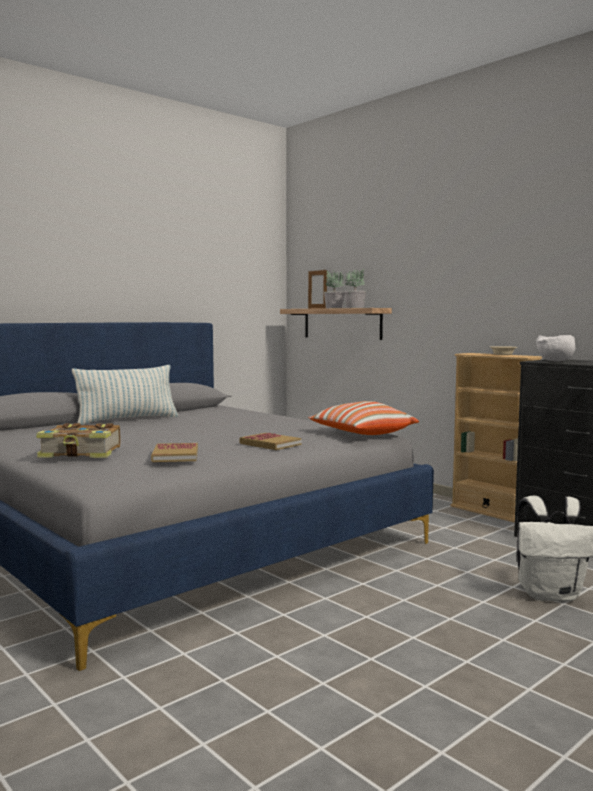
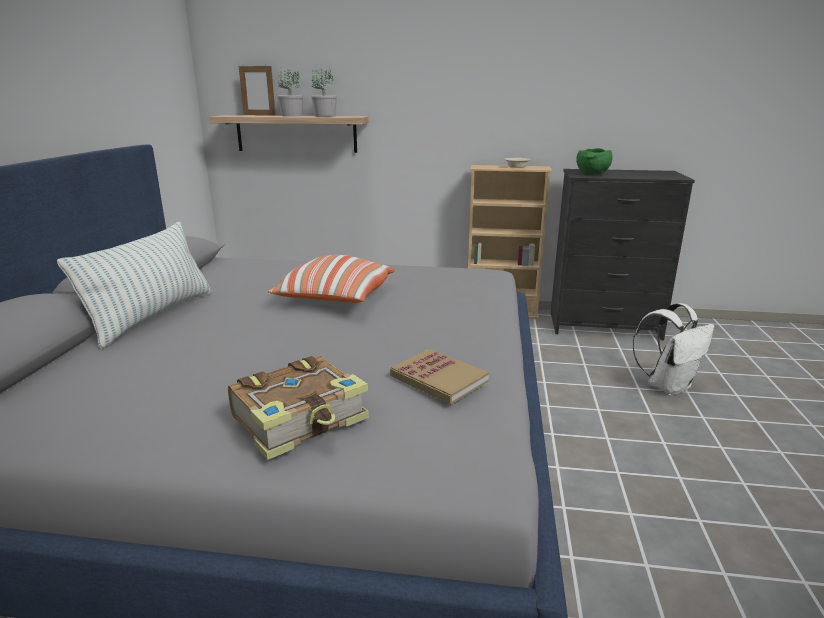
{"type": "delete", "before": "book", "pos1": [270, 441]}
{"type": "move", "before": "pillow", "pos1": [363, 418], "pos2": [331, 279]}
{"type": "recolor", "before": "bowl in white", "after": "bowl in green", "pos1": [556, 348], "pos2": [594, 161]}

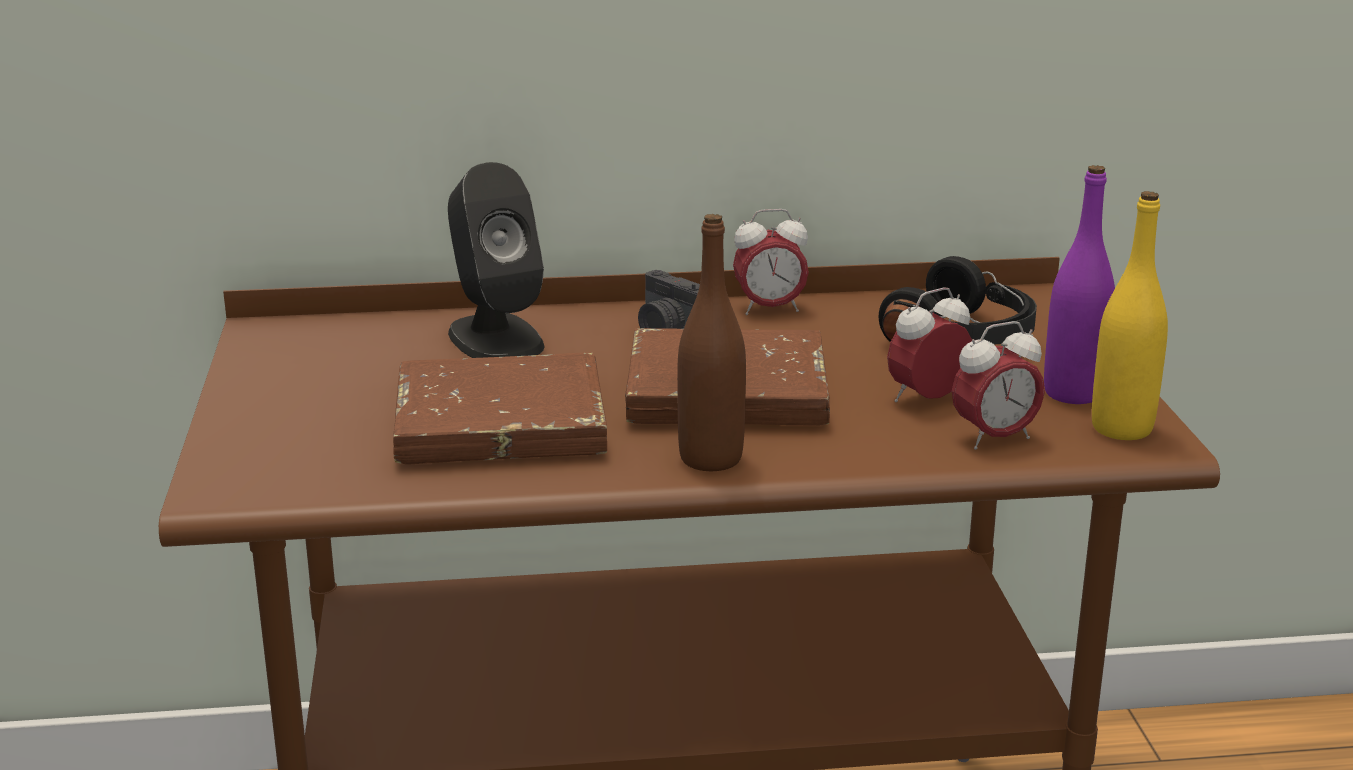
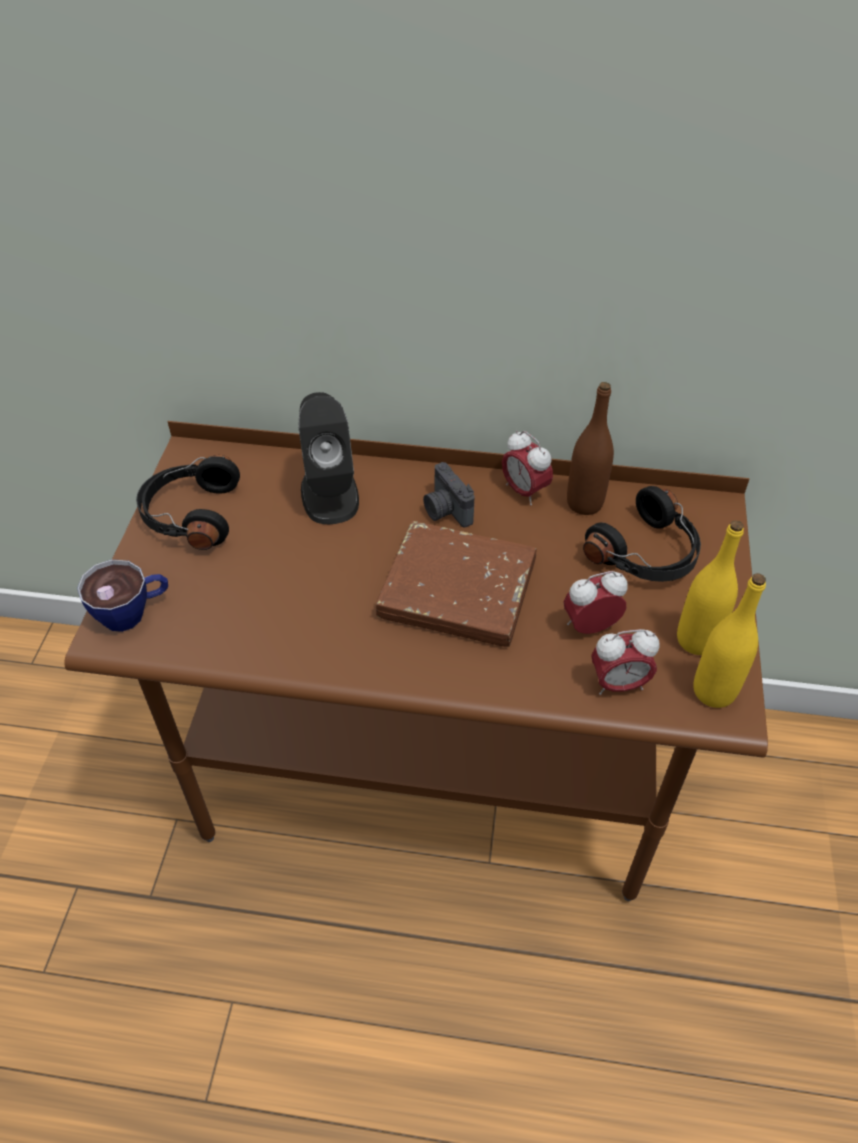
{"type": "delete", "before": "book in brown", "pos1": [500, 408]}
{"type": "move", "before": "bottle in brown", "pos1": [711, 342], "pos2": [590, 448]}
{"type": "rotate", "before": "alarm clock", "pos1": [771, 262], "pos2": [527, 468], "turn": 45}
{"type": "recolor", "before": "bottle in purple", "after": "bottle in yellow", "pos1": [1079, 284], "pos2": [710, 587]}
{"type": "insert", "after": "cup", "pos2": [122, 595]}
{"type": "insert", "after": "headphones in black", "pos2": [188, 502]}

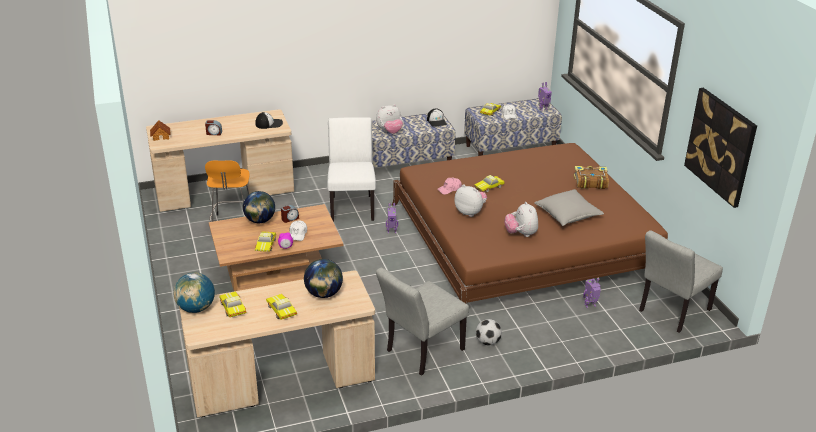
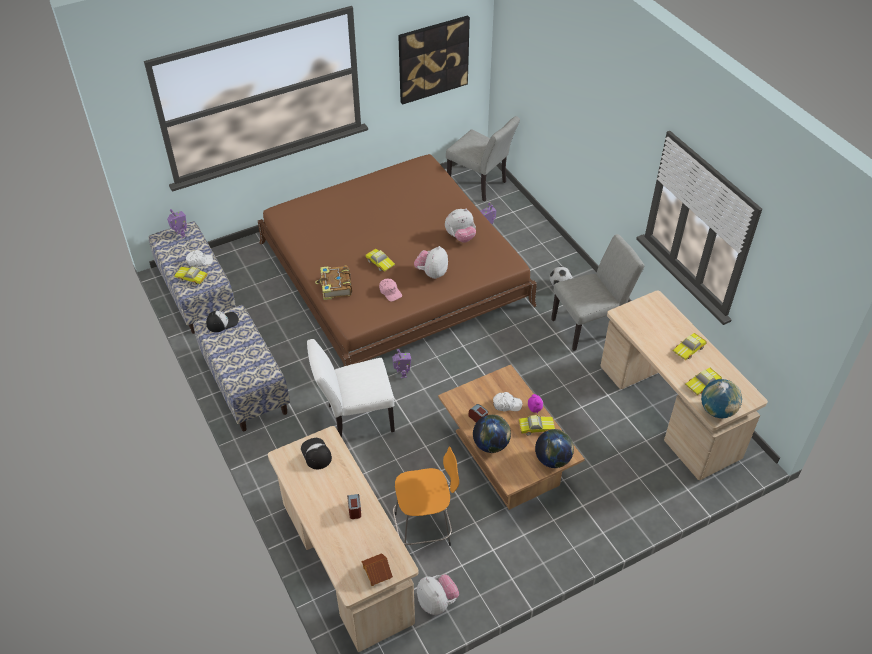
{"type": "move", "before": "globe", "pos1": [323, 278], "pos2": [554, 448]}
{"type": "move", "before": "plush toy", "pos1": [389, 119], "pos2": [438, 594]}
{"type": "rotate", "before": "chair in grey", "pos1": [422, 321], "pos2": [597, 292], "turn": -60}
{"type": "delete", "before": "pillow in grey", "pos1": [569, 207]}
{"type": "move", "before": "book", "pos1": [591, 177], "pos2": [333, 283]}

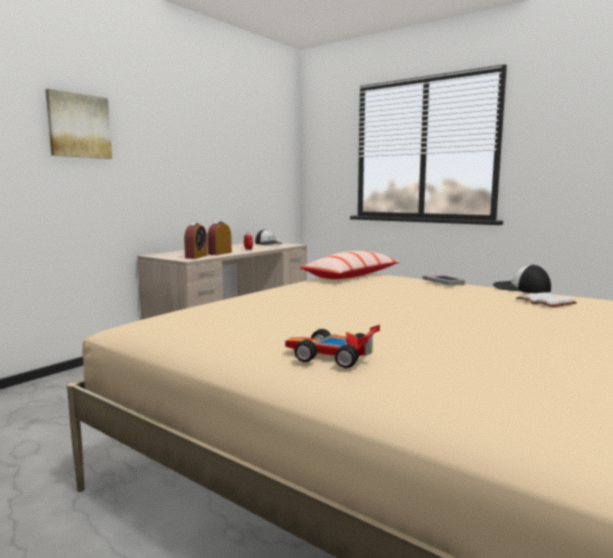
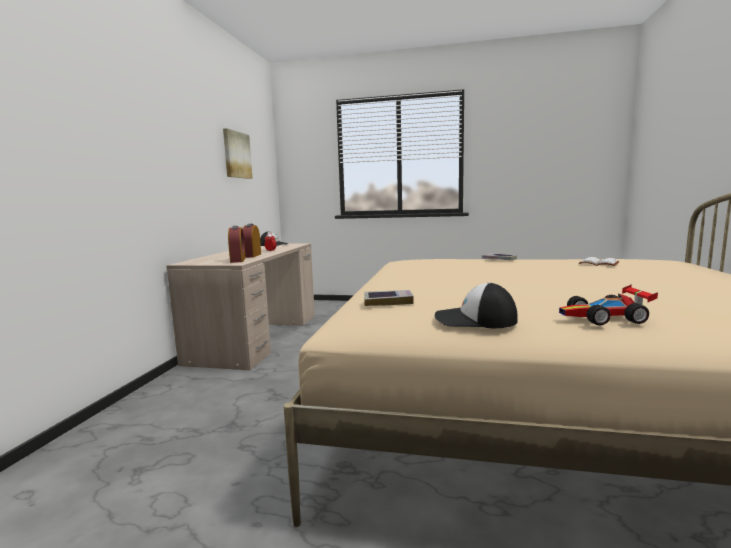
{"type": "move", "before": "picture", "pos1": [78, 124], "pos2": [238, 153]}
{"type": "delete", "before": "pillow", "pos1": [349, 265]}
{"type": "move", "before": "cap", "pos1": [522, 278], "pos2": [476, 305]}
{"type": "insert", "after": "book", "pos2": [389, 298]}

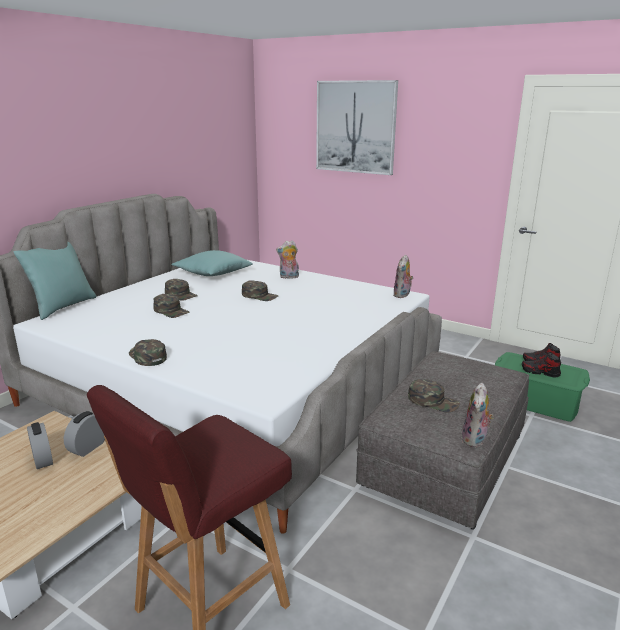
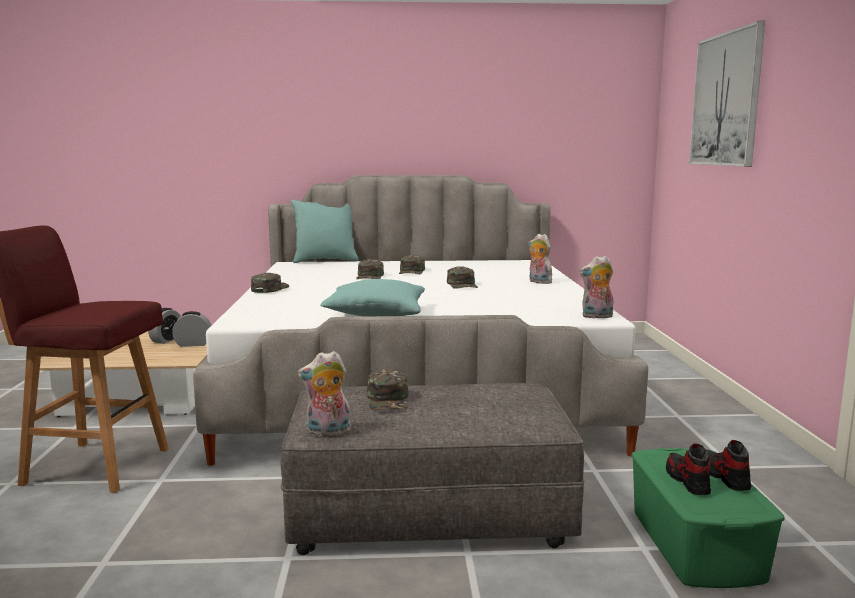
{"type": "move", "before": "pillow in turquoise", "pos1": [212, 263], "pos2": [372, 298]}

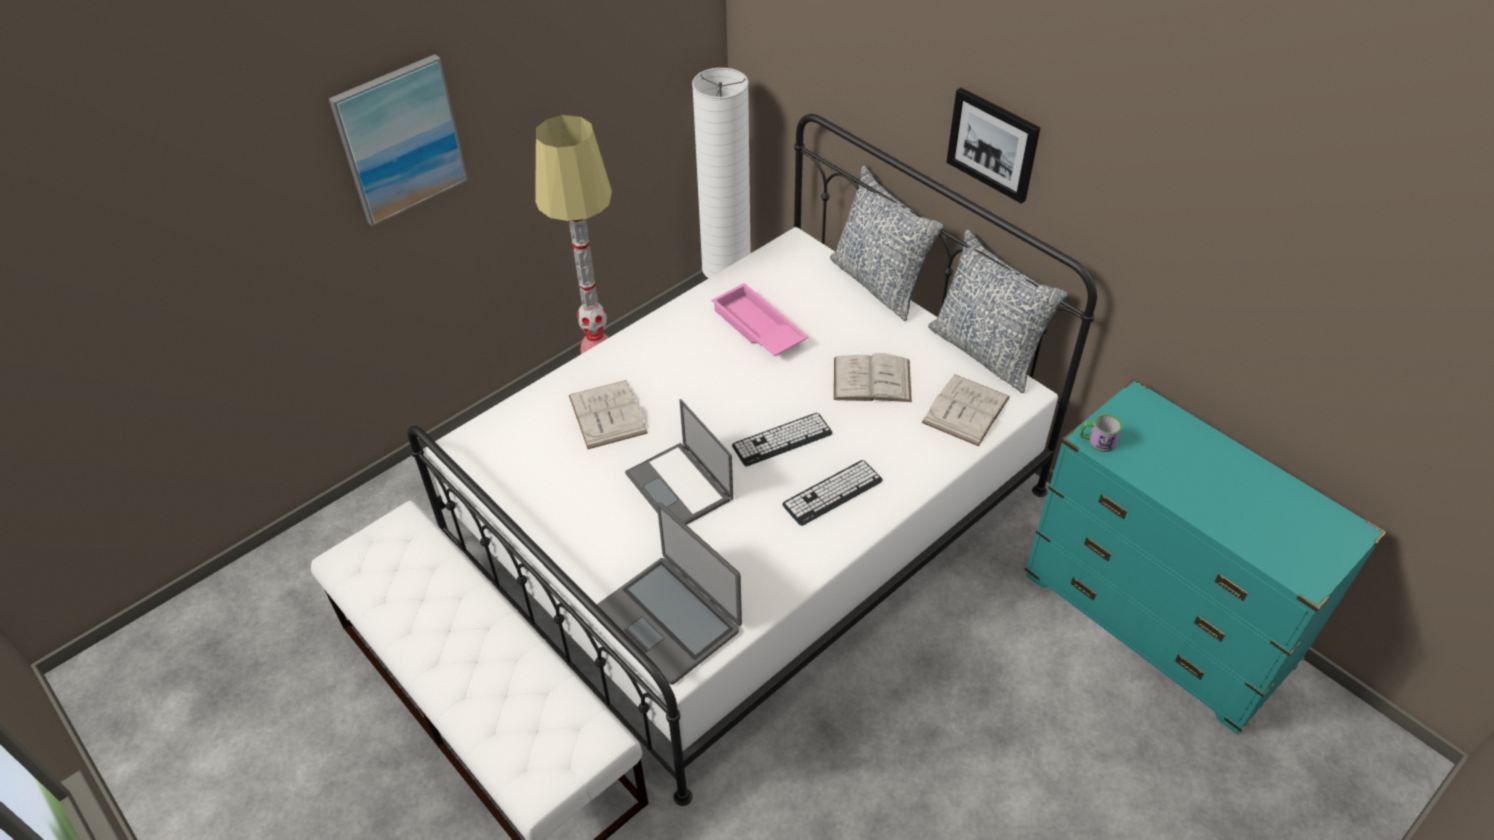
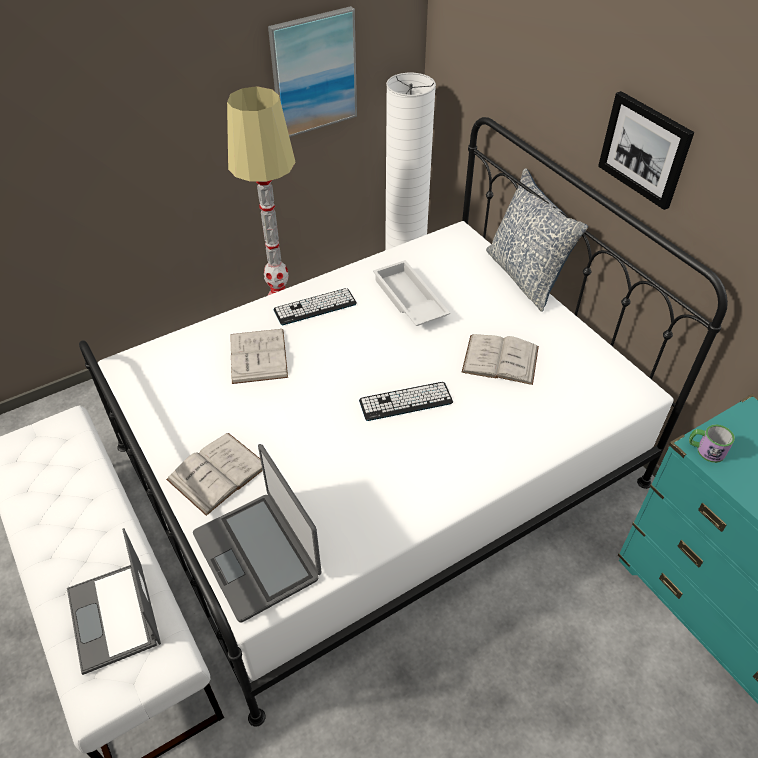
{"type": "move", "before": "picture", "pos1": [398, 140], "pos2": [312, 71]}
{"type": "move", "before": "laptop", "pos1": [679, 462], "pos2": [114, 601]}
{"type": "recolor", "before": "tray in pink", "after": "tray in white", "pos1": [759, 319], "pos2": [411, 293]}
{"type": "move", "before": "keyboard", "pos1": [832, 493], "pos2": [315, 306]}
{"type": "move", "before": "book in white", "pos1": [966, 410], "pos2": [214, 474]}
{"type": "delete", "before": "pillow", "pos1": [998, 311]}

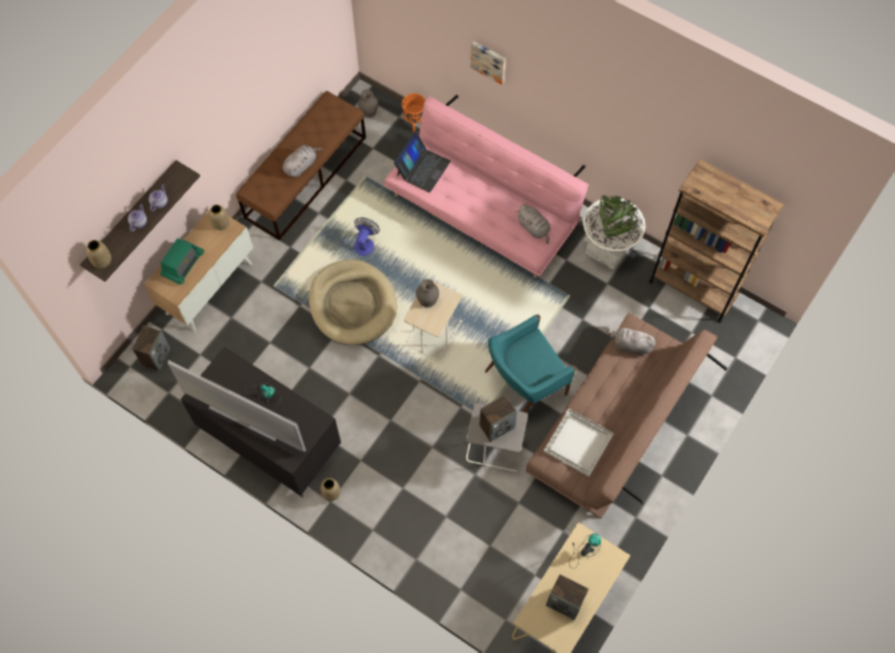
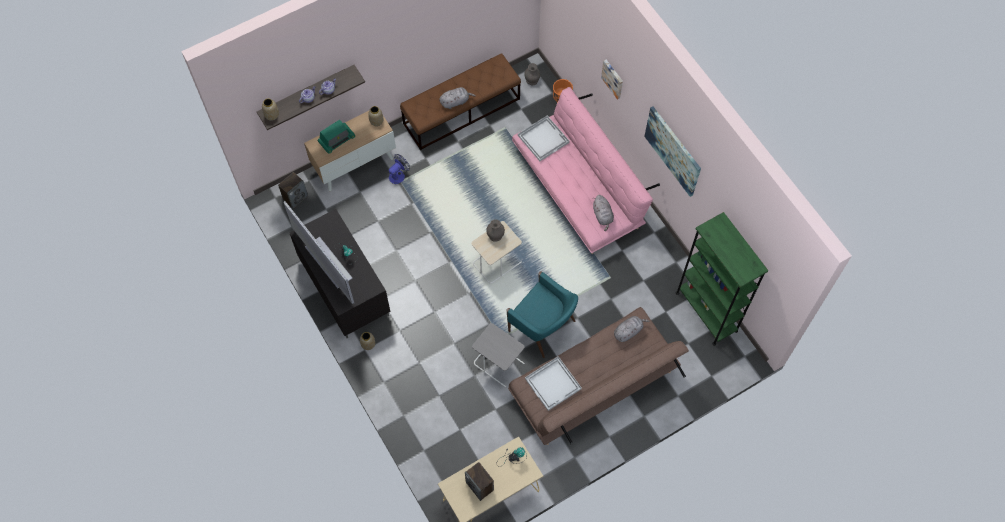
{"type": "delete", "before": "dog bed in beige", "pos1": [353, 302]}
{"type": "move", "before": "fan", "pos1": [367, 236], "pos2": [399, 169]}
{"type": "replace", "before": "laptop", "after": "tray in white", "pos1": [422, 162], "pos2": [544, 138]}
{"type": "delete", "before": "speaker", "pos1": [498, 418]}
{"type": "rotate", "before": "armchair in turquoise", "pos1": [530, 363], "pos2": [542, 315], "turn": -135}
{"type": "delete", "before": "planter in white", "pos1": [614, 232]}
{"type": "rotate", "before": "plush toy in grey", "pos1": [631, 341], "pos2": [632, 329], "turn": 105}
{"type": "recolor", "before": "bookcase in brown", "after": "bookcase in green", "pos1": [716, 241], "pos2": [722, 279]}
{"type": "insert", "after": "picture", "pos2": [672, 152]}

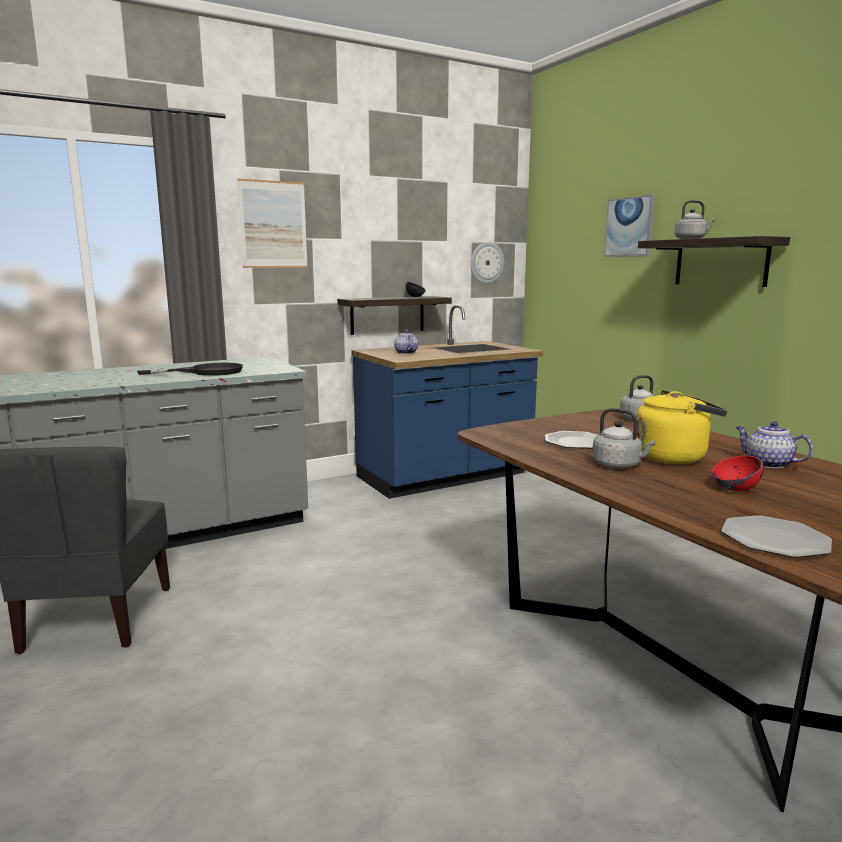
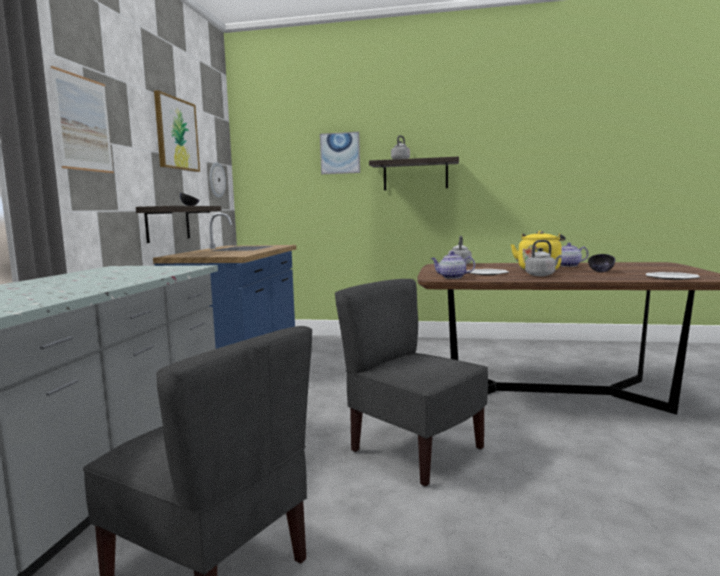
{"type": "delete", "before": "frying pan in black", "pos1": [190, 369]}
{"type": "move", "before": "teapot", "pos1": [406, 342], "pos2": [453, 265]}
{"type": "recolor", "before": "bowl in red", "after": "bowl in black", "pos1": [738, 473], "pos2": [601, 263]}
{"type": "insert", "after": "picture", "pos2": [177, 131]}
{"type": "insert", "after": "chair in grey", "pos2": [411, 383]}

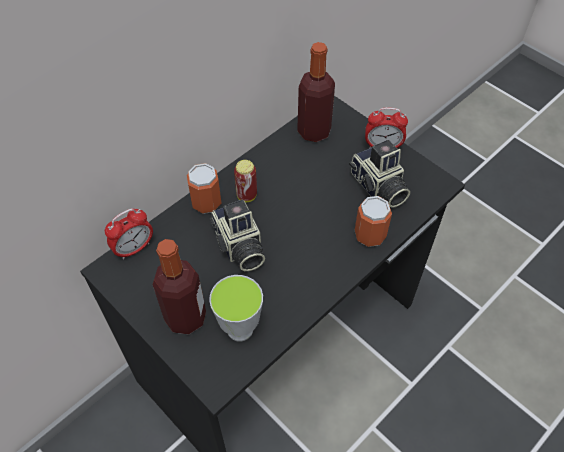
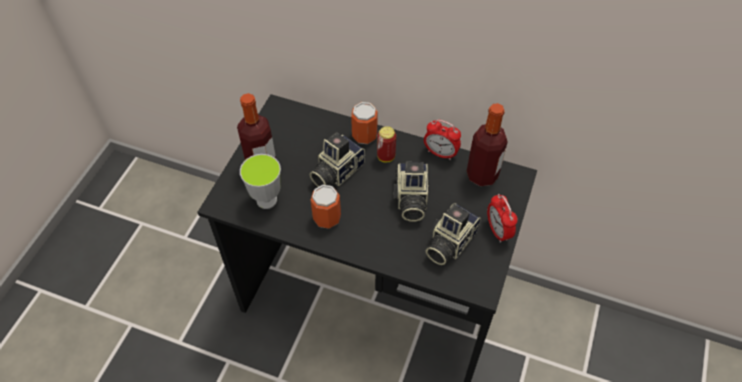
{"type": "move", "before": "alarm clock", "pos1": [129, 234], "pos2": [442, 140]}
{"type": "move", "before": "can", "pos1": [373, 221], "pos2": [326, 207]}
{"type": "insert", "after": "photo camera", "pos2": [411, 192]}

